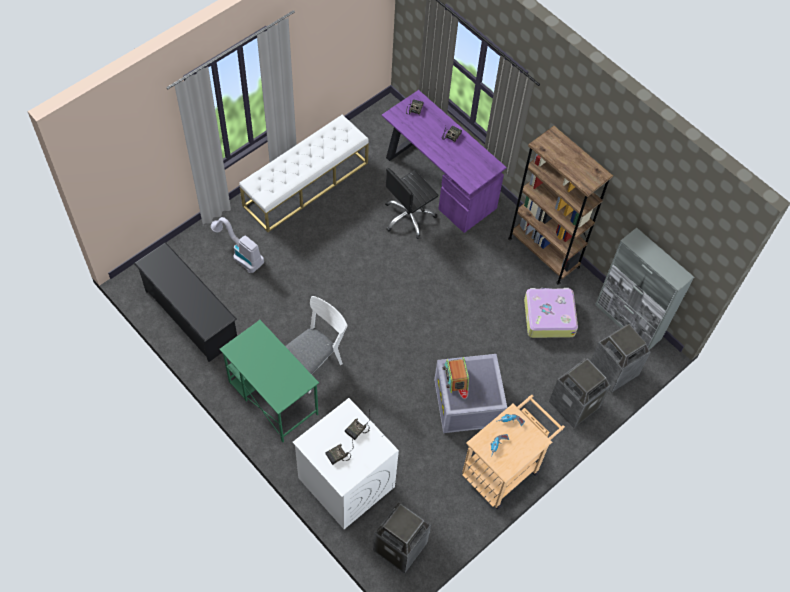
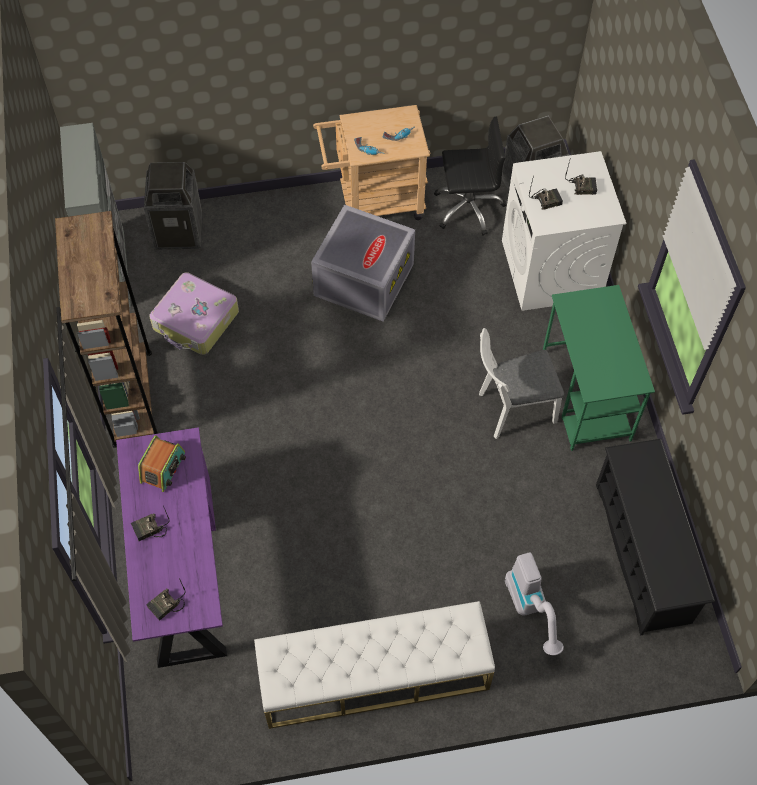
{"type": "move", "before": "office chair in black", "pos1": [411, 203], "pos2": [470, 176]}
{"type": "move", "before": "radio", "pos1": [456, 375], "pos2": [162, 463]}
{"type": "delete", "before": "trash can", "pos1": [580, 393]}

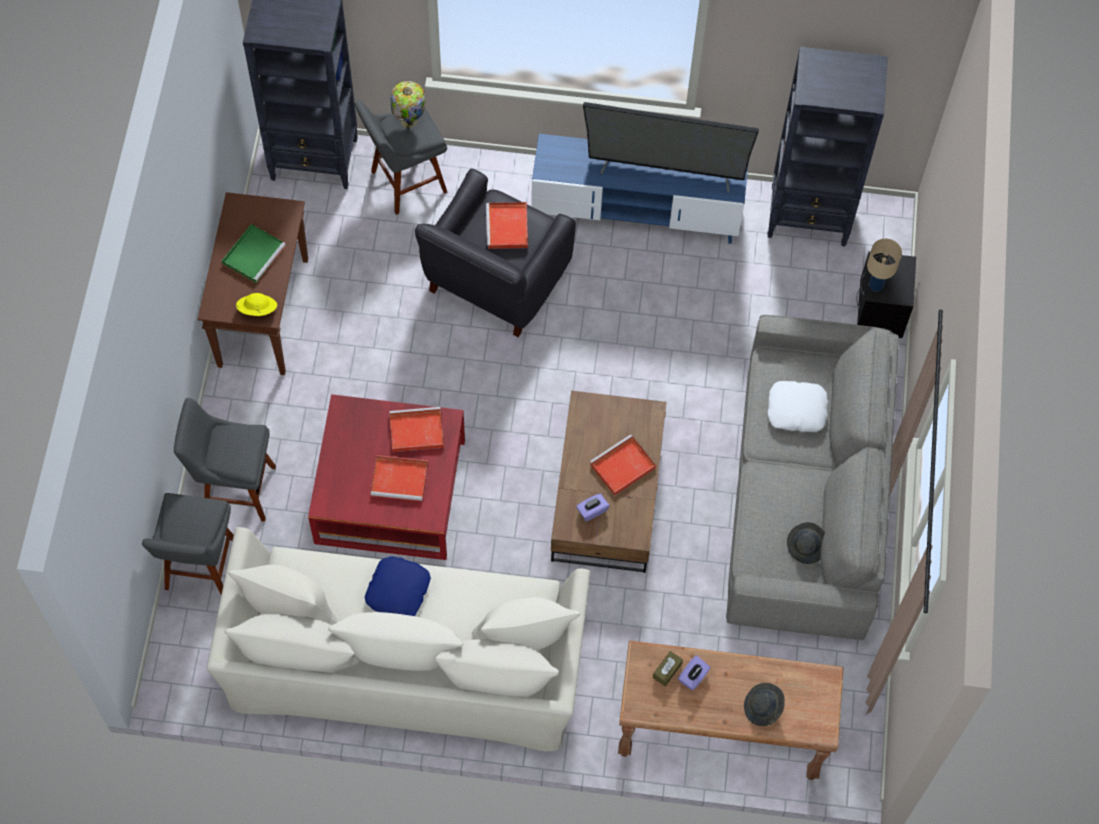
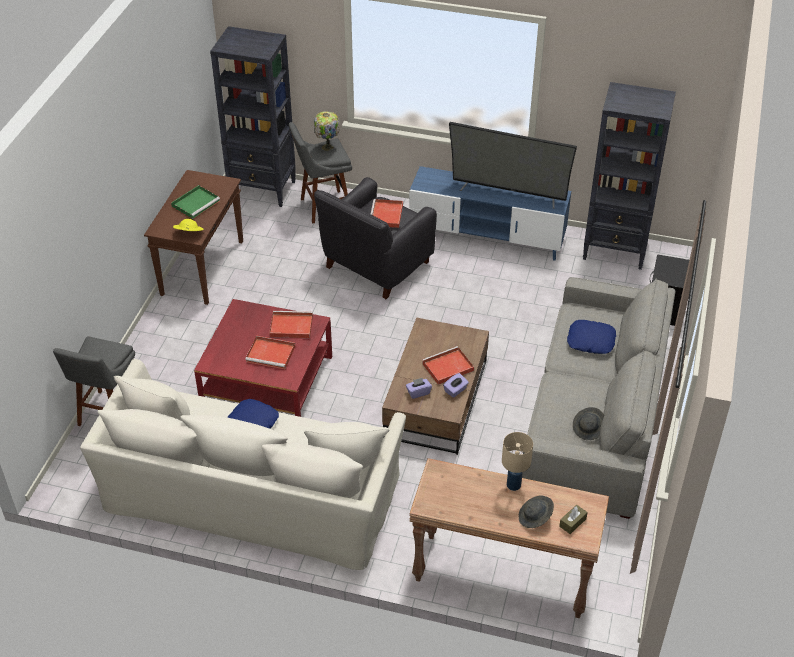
{"type": "delete", "before": "stool in grey", "pos1": [225, 460]}
{"type": "move", "before": "tissue box in brown", "pos1": [668, 668], "pos2": [573, 519]}
{"type": "move", "before": "tissue box in purple", "pos1": [694, 672], "pos2": [456, 385]}
{"type": "recolor", "before": "pillow in white", "after": "pillow in blue", "pos1": [798, 406], "pos2": [591, 337]}
{"type": "move", "before": "table lamp in beige", "pos1": [884, 265], "pos2": [517, 461]}

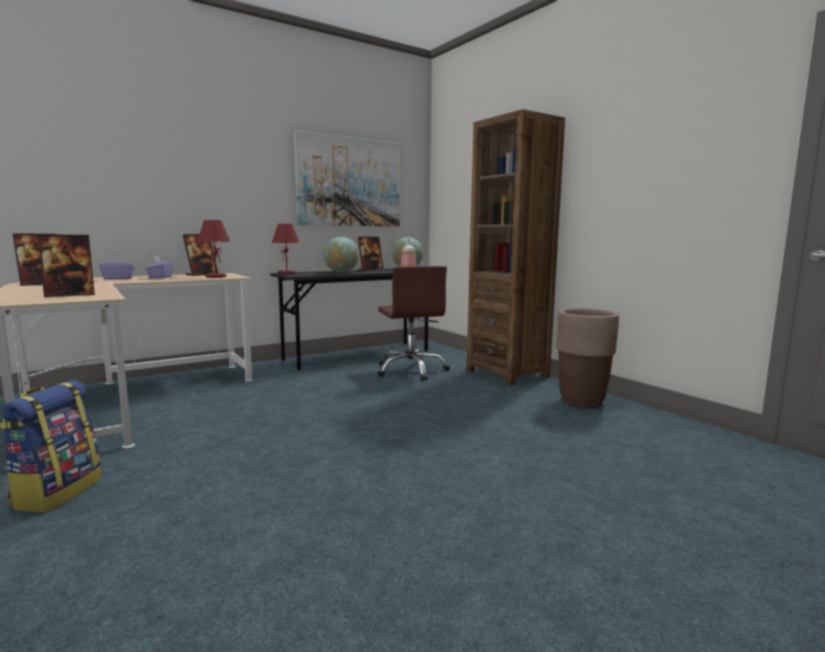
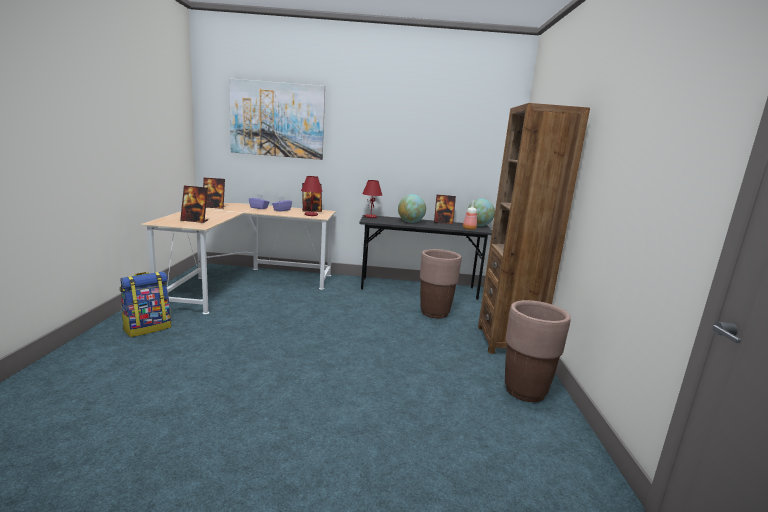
{"type": "move", "before": "picture", "pos1": [347, 178], "pos2": [277, 119]}
{"type": "replace", "before": "office chair in brown", "after": "planter in brown", "pos1": [413, 323], "pos2": [440, 284]}

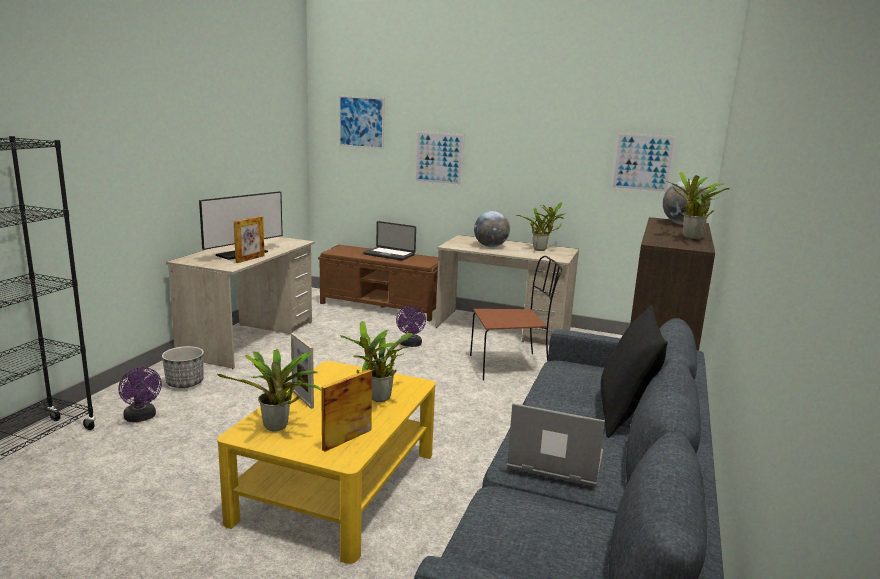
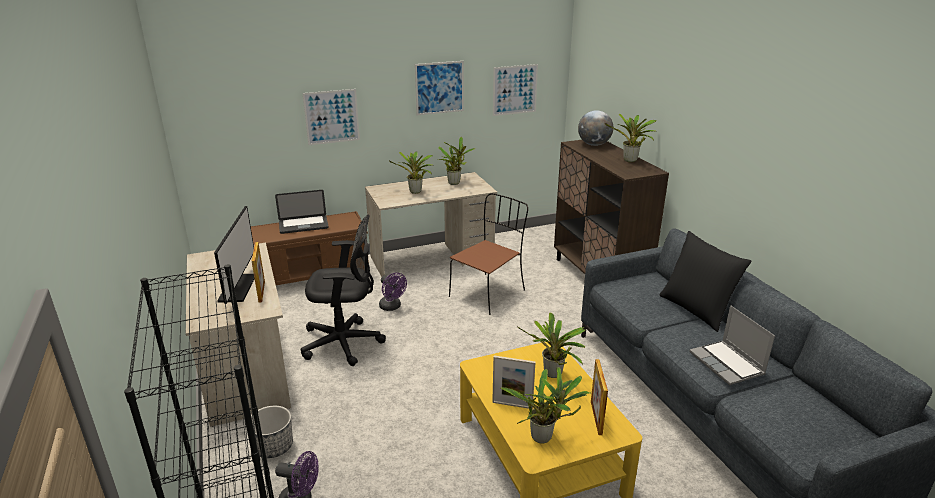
{"type": "move", "before": "picture", "pos1": [362, 122], "pos2": [439, 88]}
{"type": "replace", "before": "globe", "after": "potted plant", "pos1": [492, 229], "pos2": [411, 173]}
{"type": "rotate", "before": "laptop", "pos1": [556, 444], "pos2": [732, 345], "turn": -90}
{"type": "insert", "after": "office chair in black", "pos2": [343, 290]}

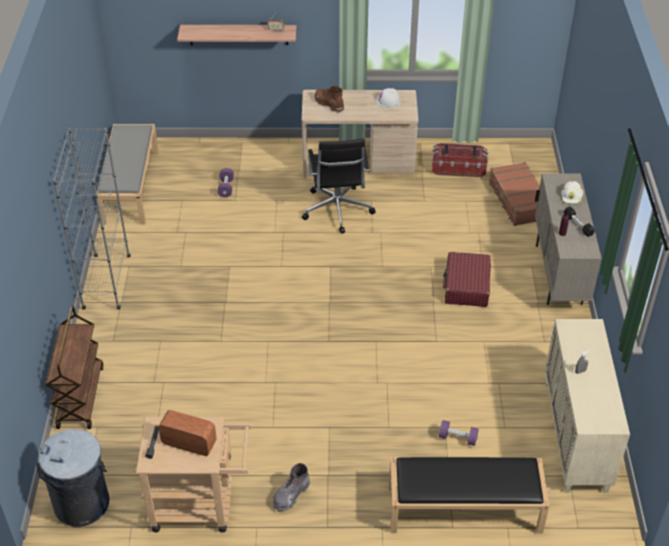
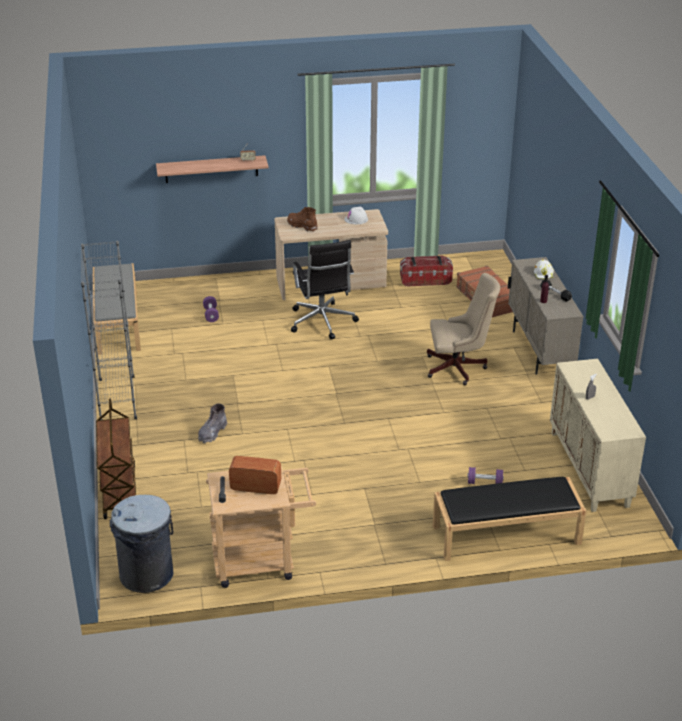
{"type": "move", "before": "boot in grey", "pos1": [291, 487], "pos2": [212, 424]}
{"type": "replace", "before": "suitcase in red", "after": "office chair in beige", "pos1": [467, 279], "pos2": [463, 329]}

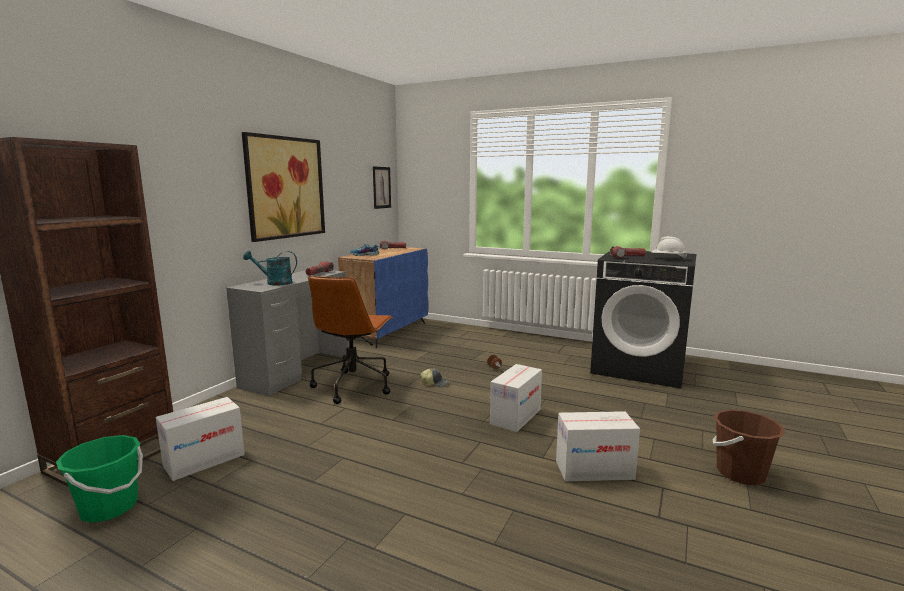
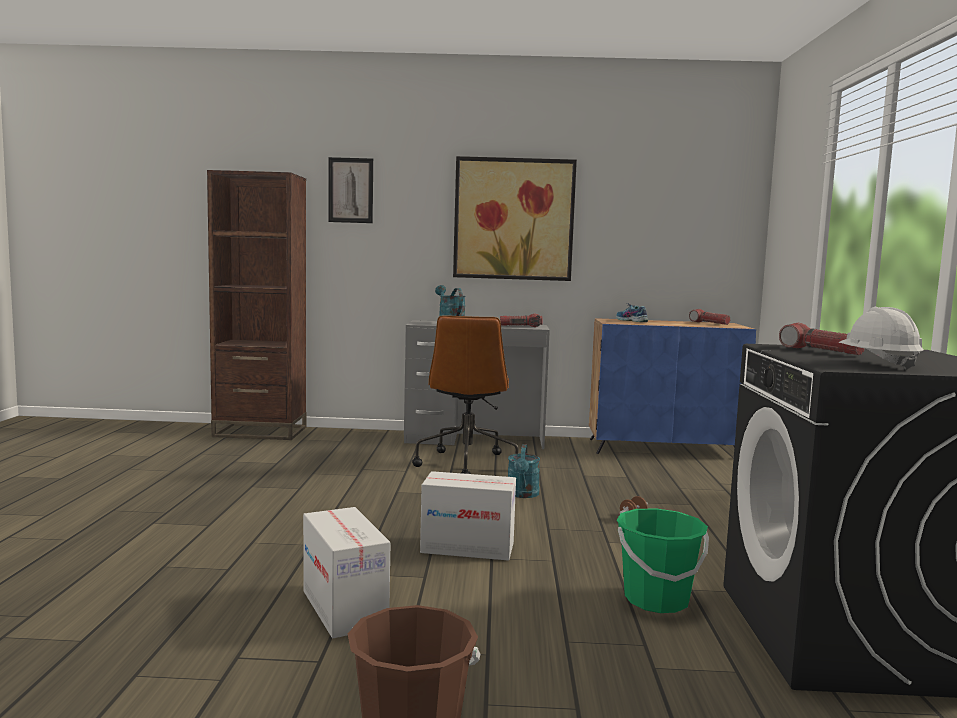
{"type": "move", "before": "bucket in green", "pos1": [99, 479], "pos2": [663, 560]}
{"type": "delete", "before": "cardboard box", "pos1": [200, 439]}
{"type": "rotate", "before": "office chair in brown", "pos1": [350, 340], "pos2": [465, 394], "turn": -75}
{"type": "move", "before": "picture", "pos1": [382, 187], "pos2": [350, 190]}
{"type": "replace", "before": "cap", "after": "watering can in turquoise", "pos1": [435, 378], "pos2": [524, 471]}

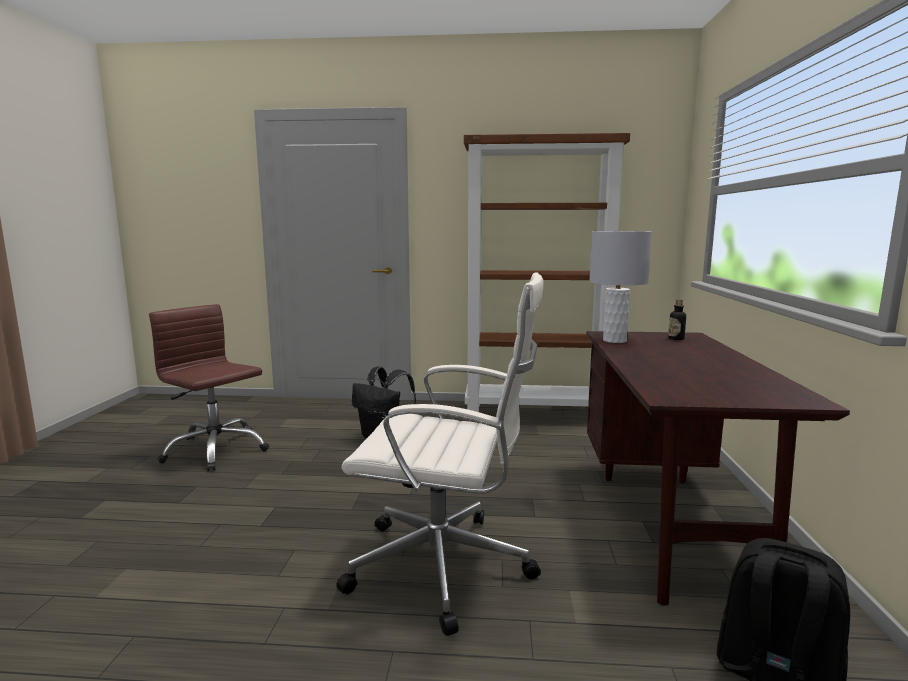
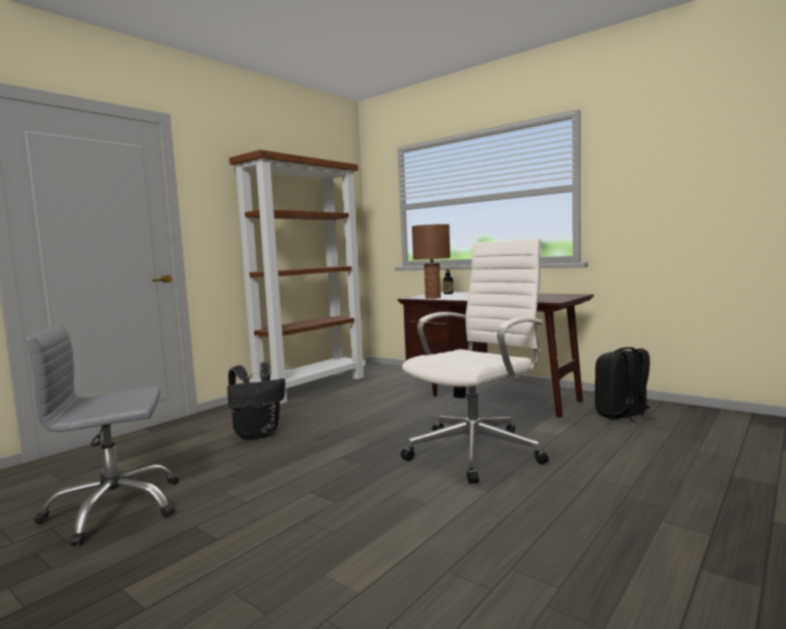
{"type": "recolor", "before": "office chair in brown", "after": "office chair in grey", "pos1": [209, 387], "pos2": [102, 435]}
{"type": "recolor", "before": "table lamp in grey", "after": "table lamp in brown", "pos1": [620, 287], "pos2": [431, 261]}

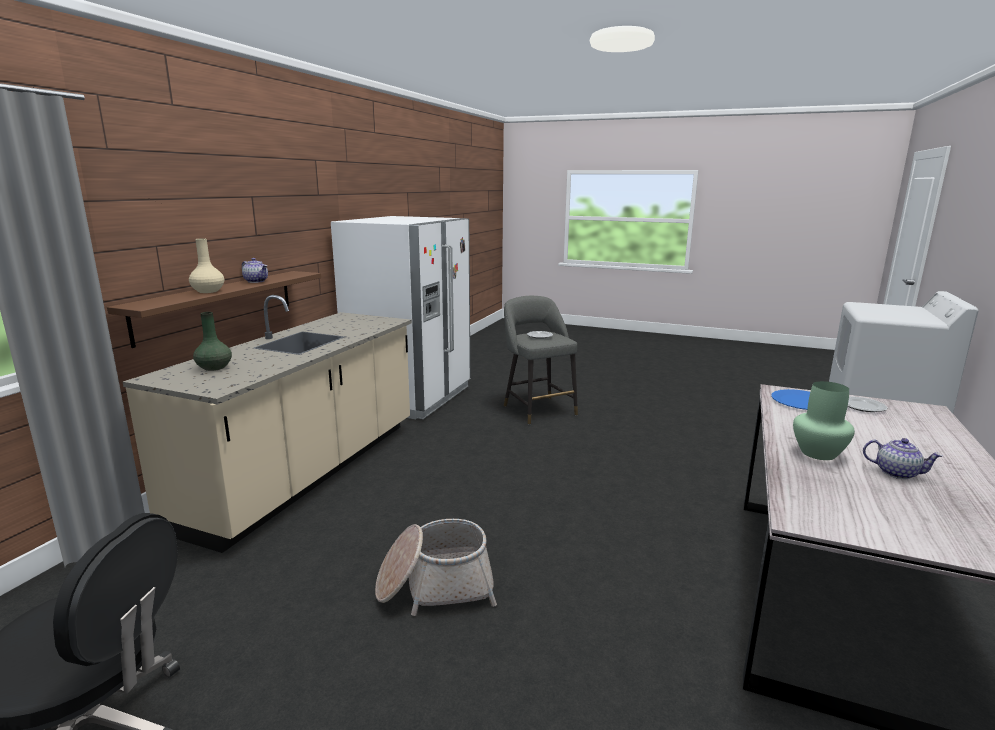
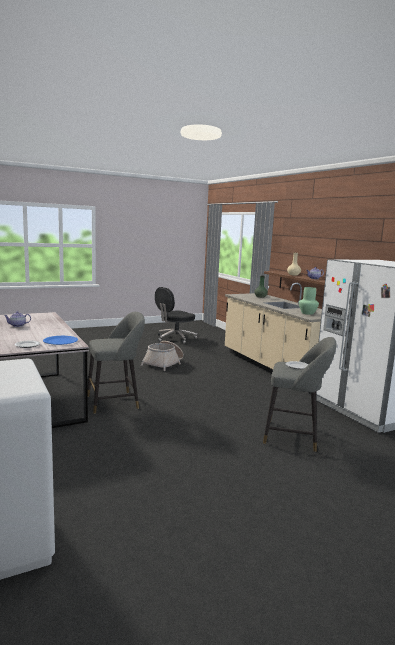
{"type": "move", "before": "vase in green", "pos1": [824, 420], "pos2": [309, 301]}
{"type": "insert", "after": "stool in grey", "pos2": [116, 363]}

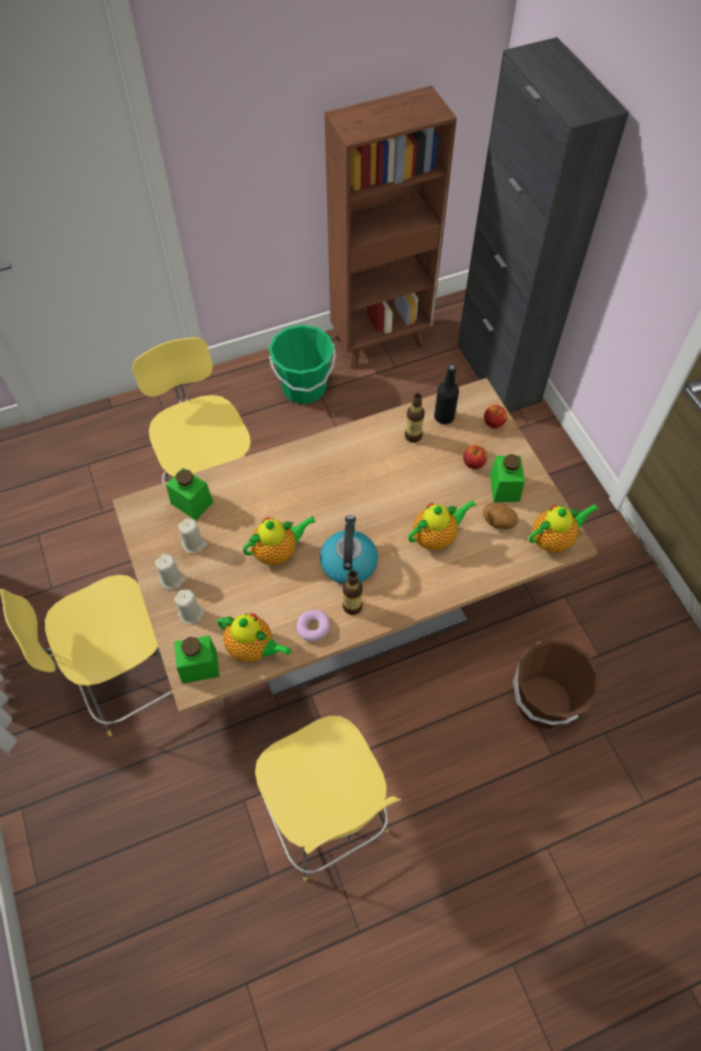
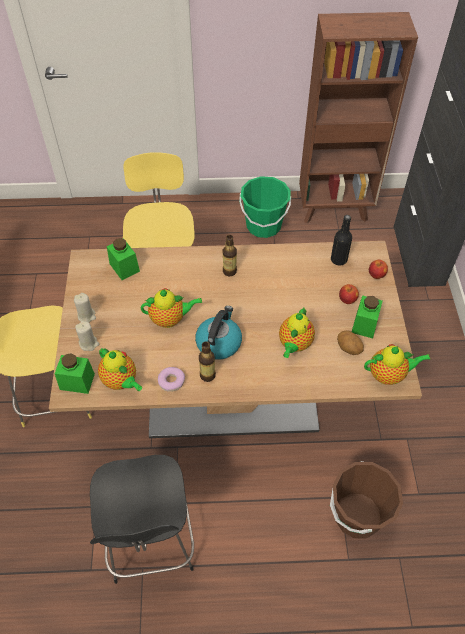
{"type": "delete", "before": "candle in beige", "pos1": [192, 536]}
{"type": "recolor", "before": "stool in yellow", "after": "stool in black", "pos1": [328, 798], "pos2": [142, 519]}
{"type": "move", "before": "bottle", "pos1": [415, 418], "pos2": [230, 256]}
{"type": "rotate", "before": "teapot", "pos1": [442, 525], "pos2": [297, 333], "turn": 120}

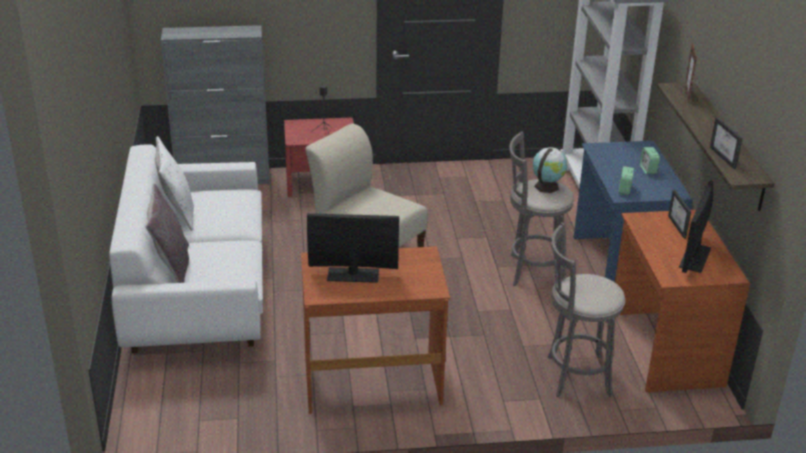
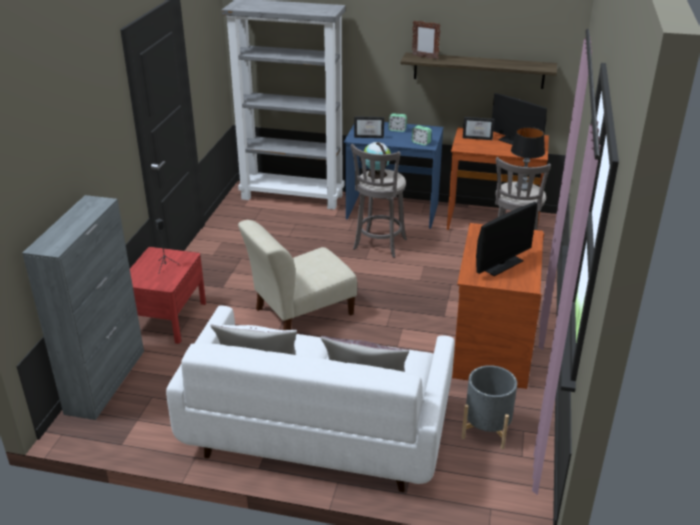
{"type": "rotate", "before": "monitor", "pos1": [353, 248], "pos2": [507, 239], "turn": -150}
{"type": "move", "before": "picture frame", "pos1": [726, 143], "pos2": [369, 127]}
{"type": "insert", "after": "planter in grey", "pos2": [489, 407]}
{"type": "insert", "after": "table lamp", "pos2": [528, 159]}

